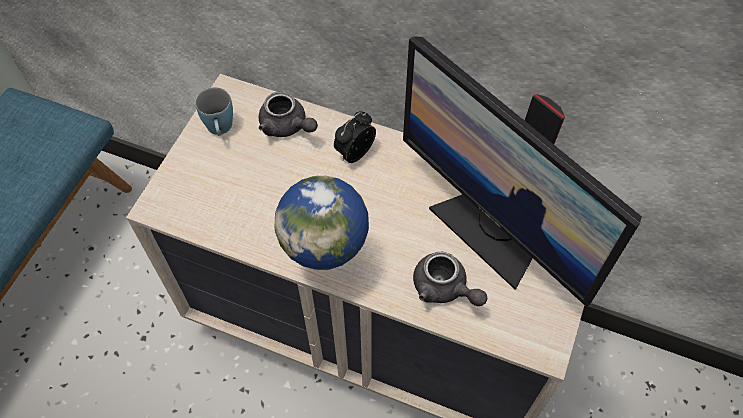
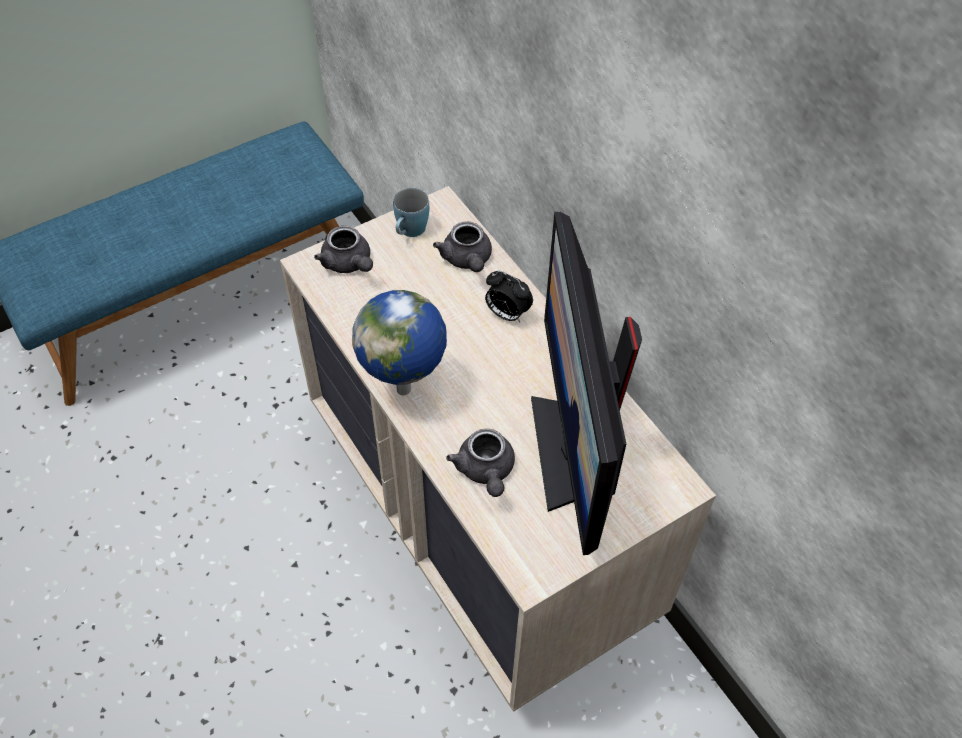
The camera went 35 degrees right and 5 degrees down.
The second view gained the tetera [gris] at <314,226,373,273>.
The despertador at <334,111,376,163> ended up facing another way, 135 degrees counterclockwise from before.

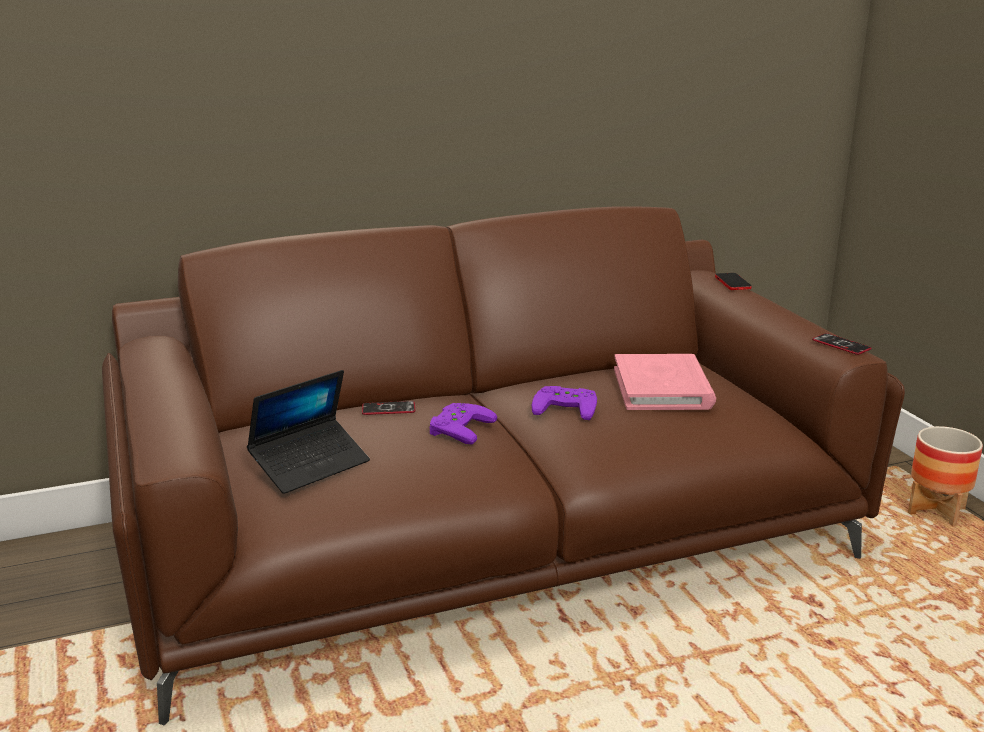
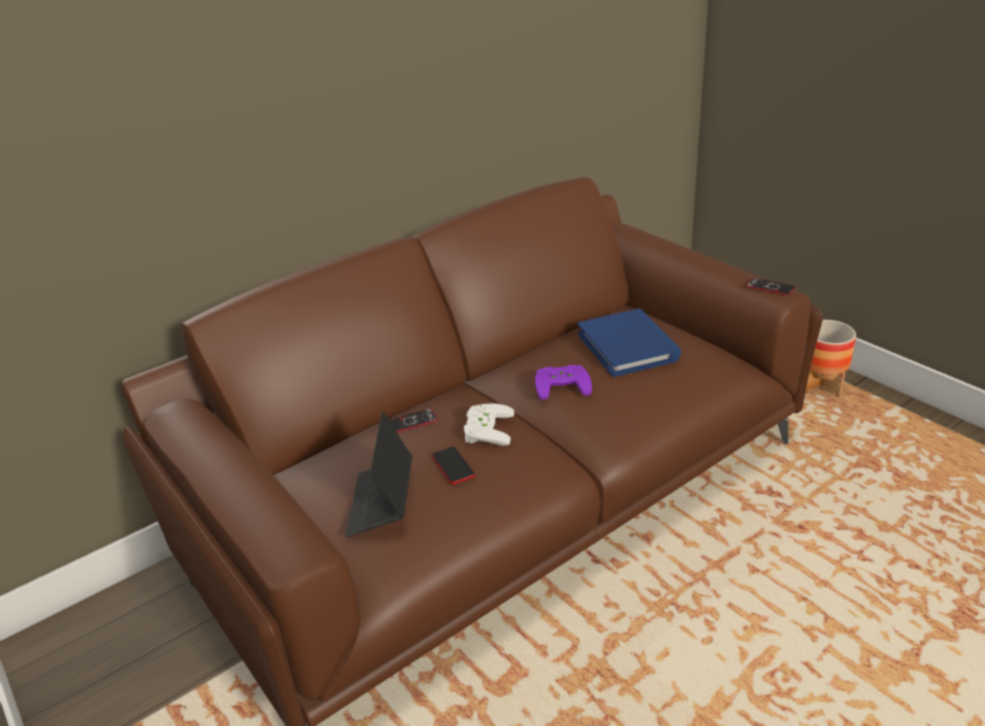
The camera went 15 degrees left and 10 degrees up.
The portátil at <247,370,370,494> ended up facing another way, 150 degrees clockwise from before.
The móvil ended up elsewhere, having gone from <715,273,751,290> to <432,447,475,485>.
What was the mando de consola [morado] at <430,403,497,444> turned into the mando de consola [blanco] at <464,403,514,446>.
What was the libro [rosa] at <614,354,716,410> turned into the libro [azul] at <578,309,681,377>.

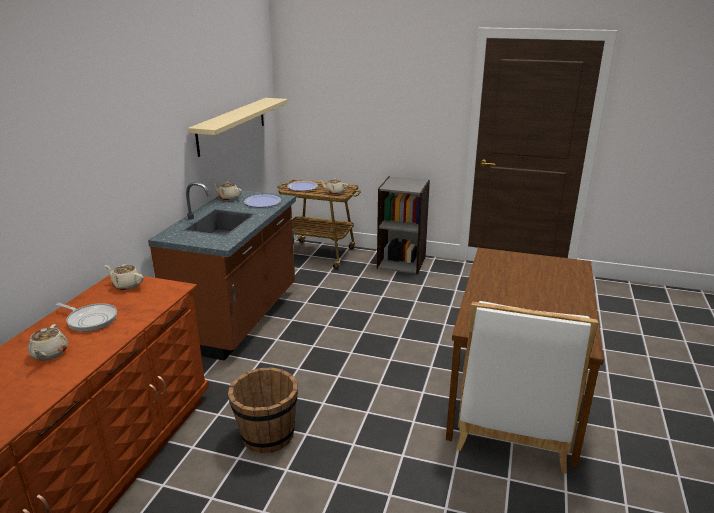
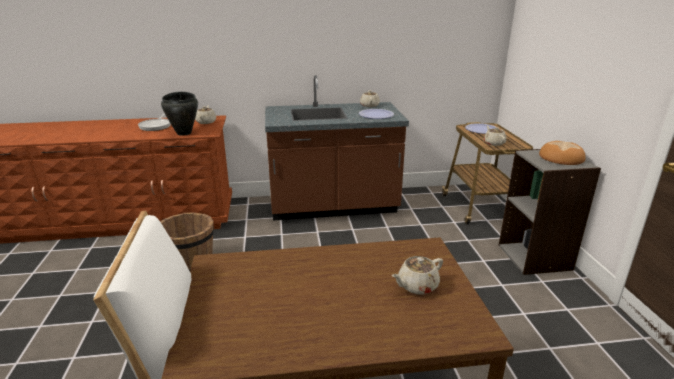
The camera went 65 degrees right and 0 degrees up.
The second view gained the olla [negro] at <161,92,198,136>.
The tetera [beis] ended up elsewhere, having gone from <28,324,68,360> to <392,256,443,294>.
The second view gained the pan at <539,141,586,165>.
The second view lost the estante [beis] at <188,98,288,157>.

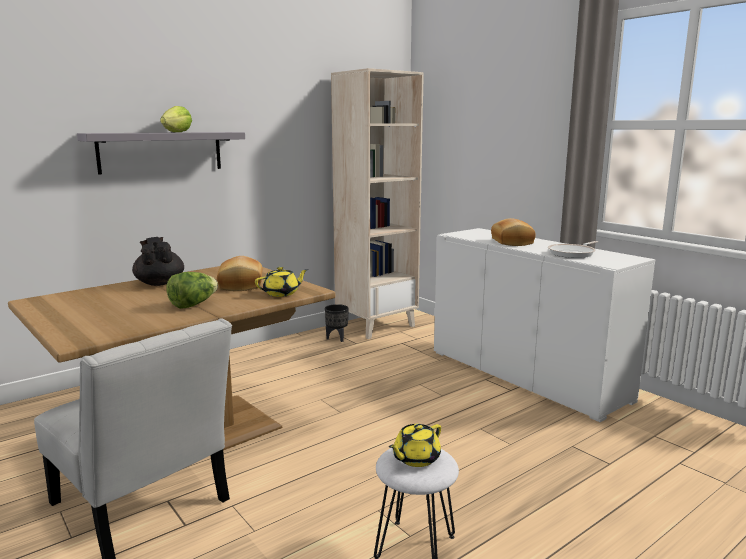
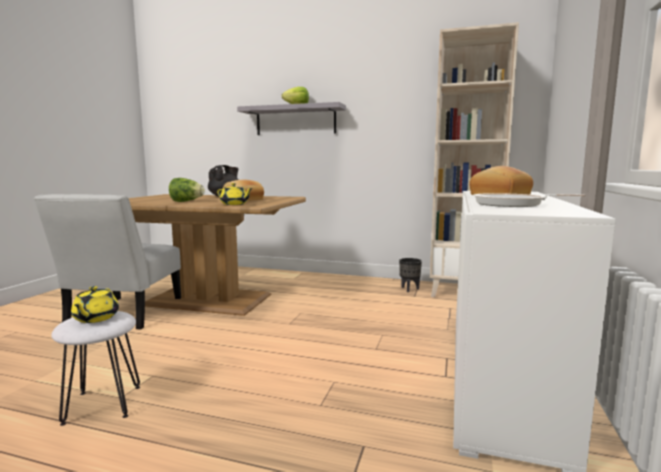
The camera went 55 degrees right and 5 degrees down.
The tetera [amarillo] at <389,424,441,467> ended up facing another way, 105 degrees counterclockwise from before.

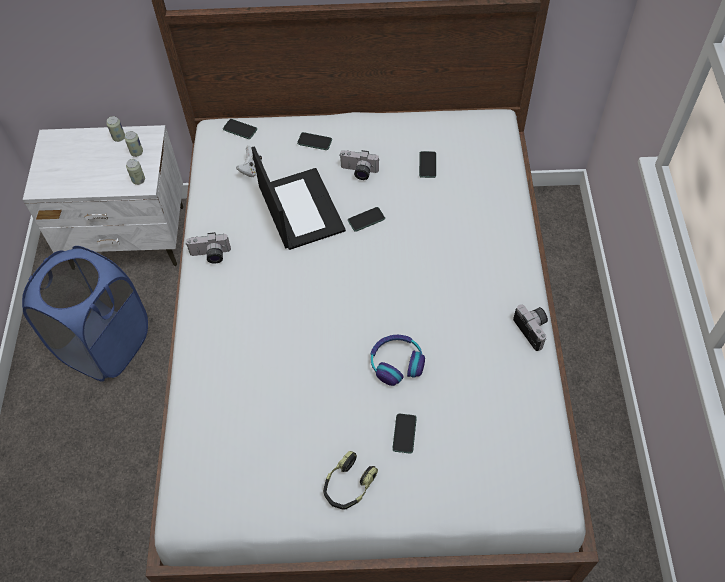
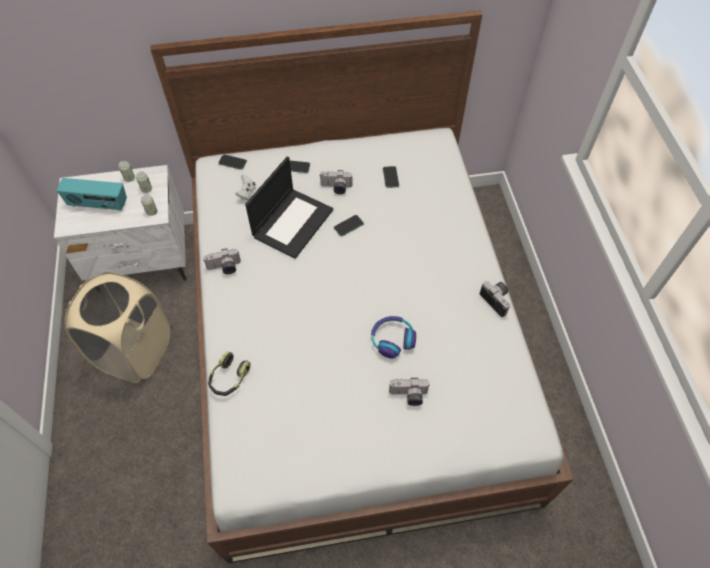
The camera went 10 degrees left and 0 degrees up.
The second view gained the radio at <57,178,127,211>.
What was the cesto de la ropa [azul] at <22,246,148,382> turned into the cesto de la ropa [beis] at <65,272,170,383>.
The auriculares ended up elsewhere, having gone from <323,451,378,510> to <208,351,251,396>.
The portátil at <252,146,346,250> ended up facing another way, 60 degrees clockwise from before.
Where the móvil stood at <392,413,417,454>, the cámara came to stand at <389,378,430,406>.

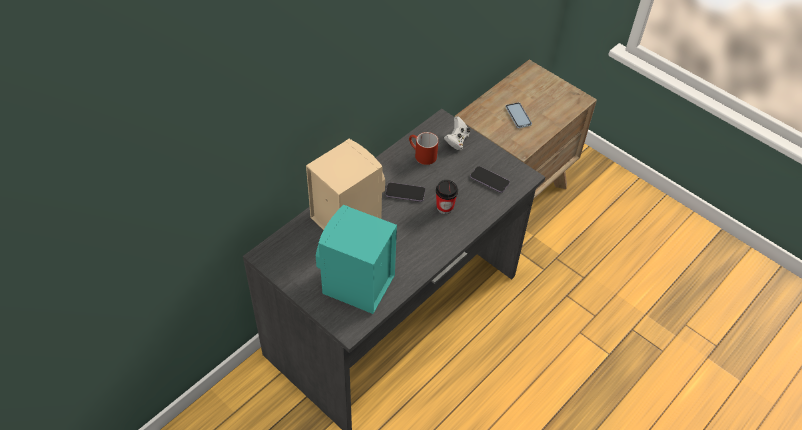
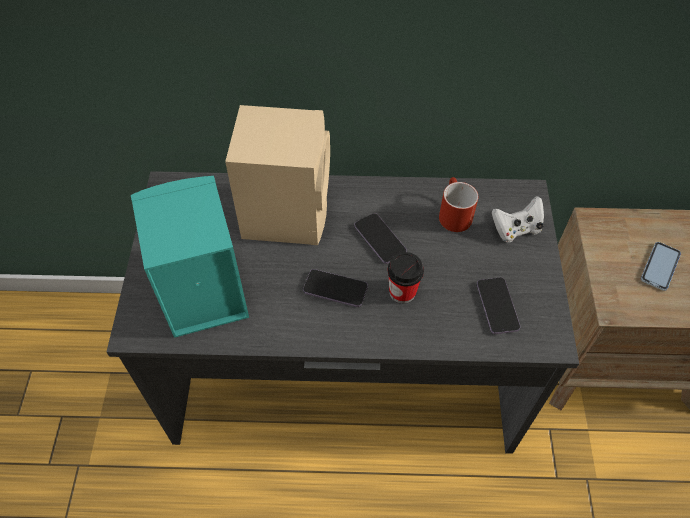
The camera went 50 degrees right and 5 degrees up.
The second view gained the móvil at <303,269,368,307>.

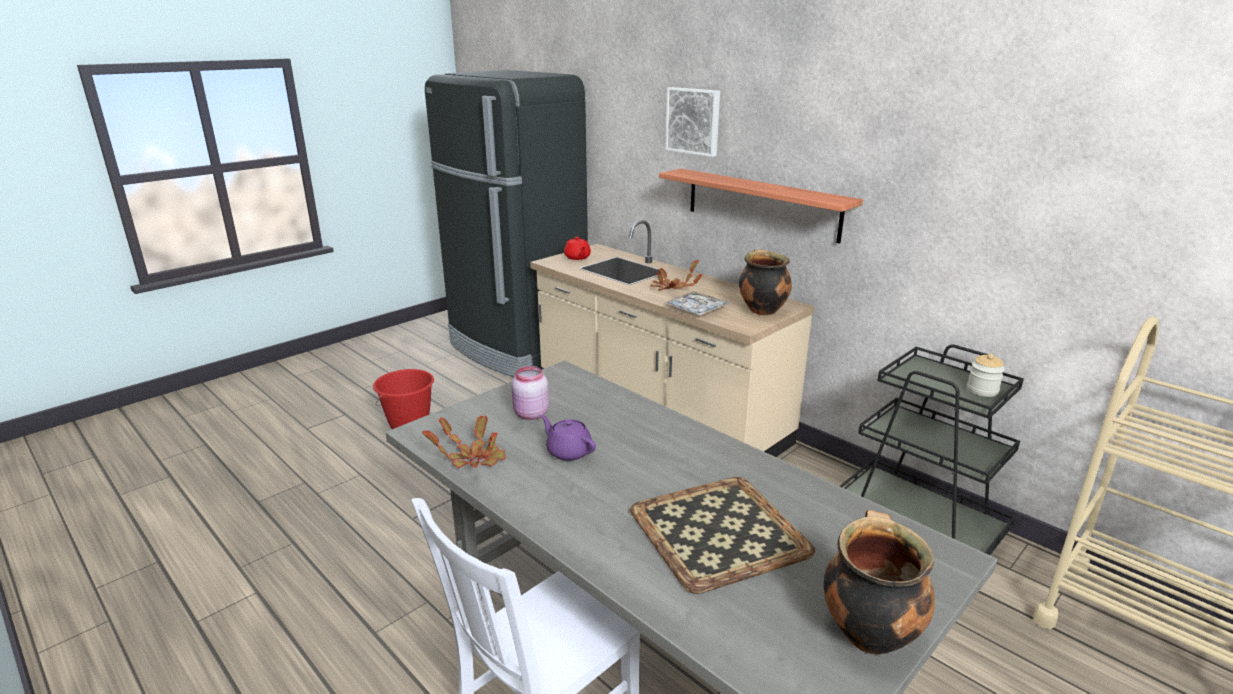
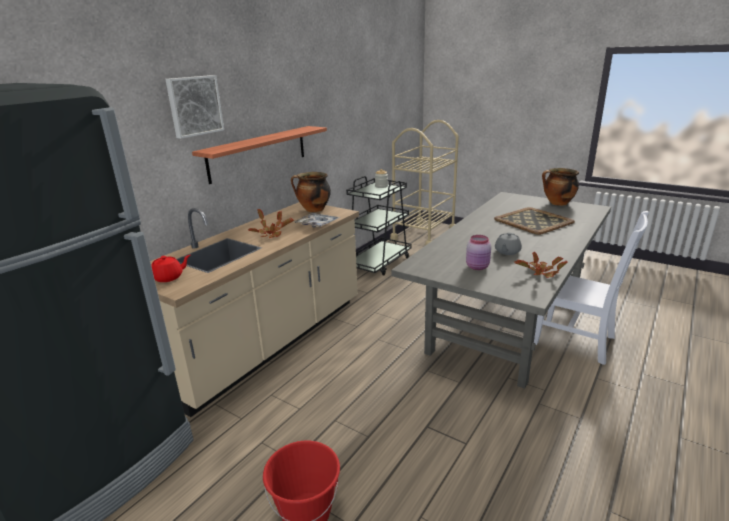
The camera went 100 degrees left and 0 degrees up.
What was the tetera [morado] at <541,415,596,461> turned into the tetera [gris] at <495,232,522,255>.

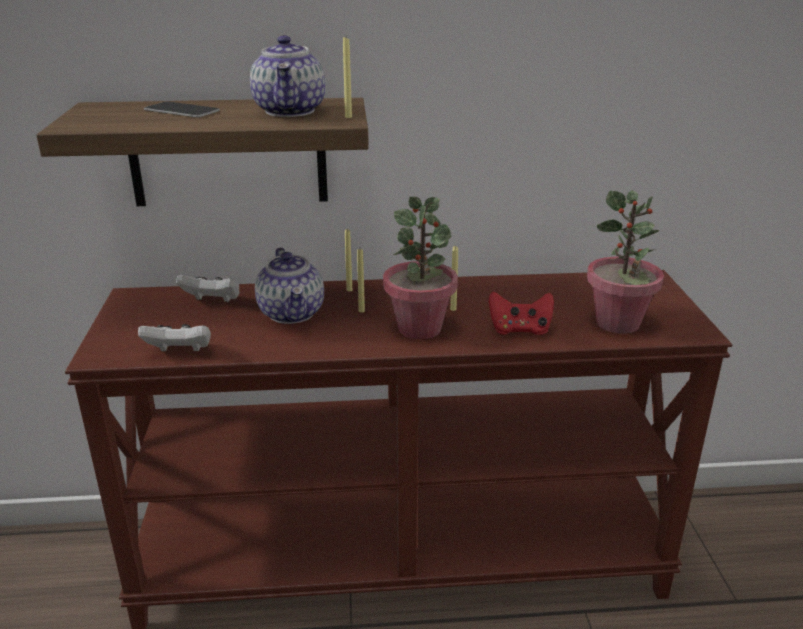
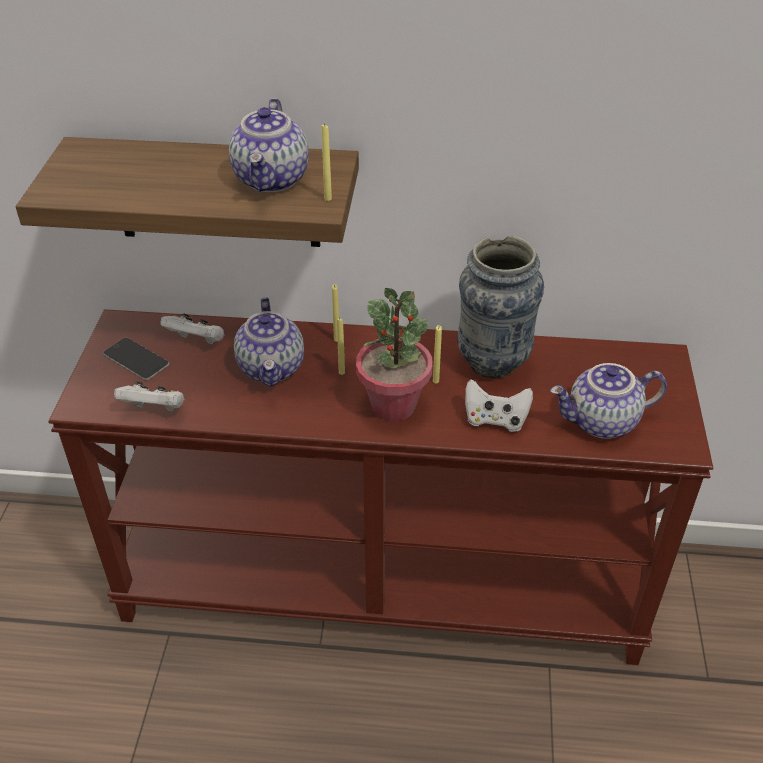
The camera went 10 degrees right and 15 degrees up.
The móvil ended up elsewhere, having gone from <144,101,220,118> to <103,337,169,380>.
The second view gained the florero at <457,236,544,379>.
What was the mando de consola [rojo] at <489,292,554,335> turned into the mando de consola [blanco] at <465,380,533,432>.
Where the planta en maceta stood at <587,190,664,334>, the tetera came to stand at <550,363,667,439>.

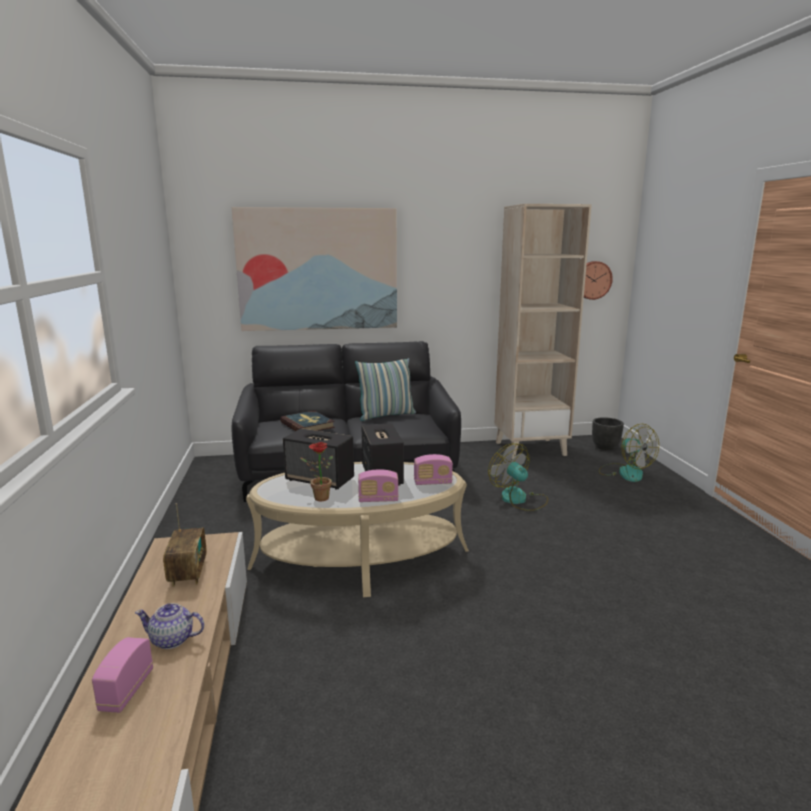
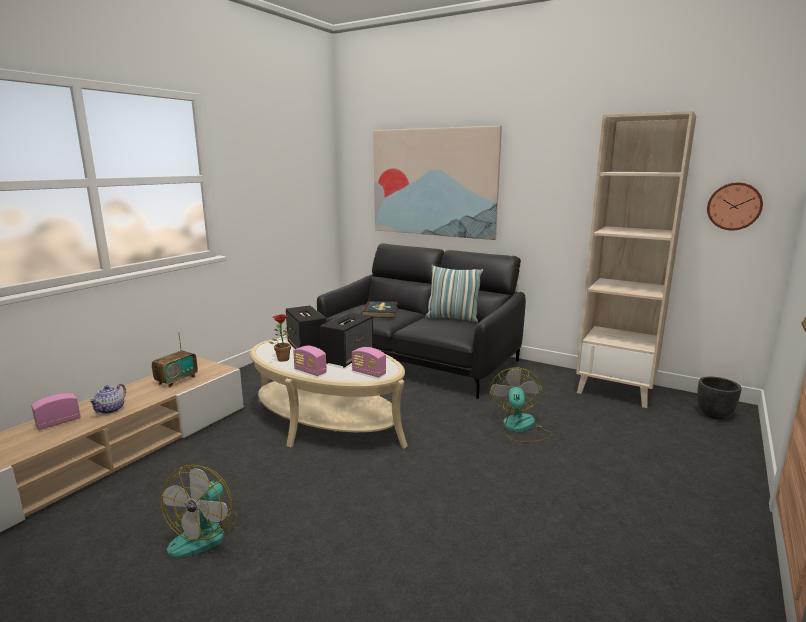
The camera went 40 degrees right and 0 degrees up.
The tetera at <135,603,204,649> ended up facing another way, 120 degrees counterclockwise from before.
The ventilador ended up elsewhere, having gone from <599,424,659,482> to <161,465,238,557>.

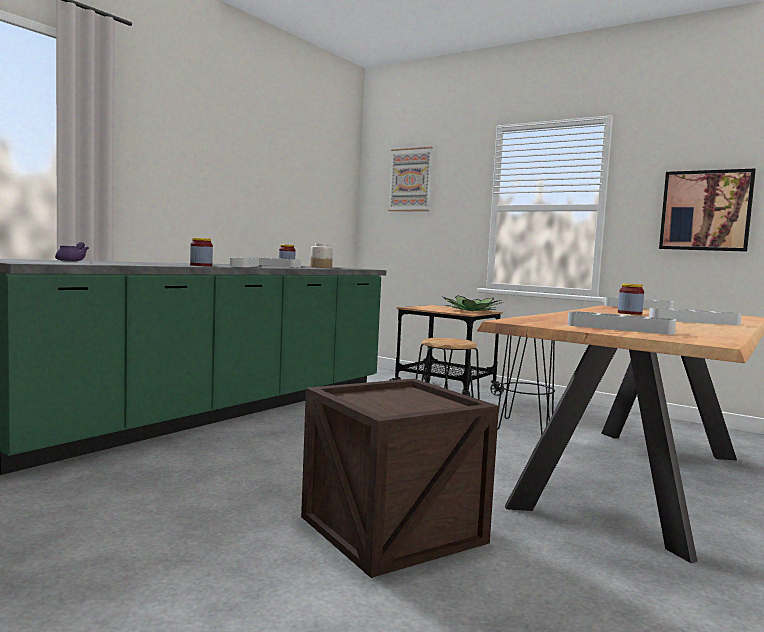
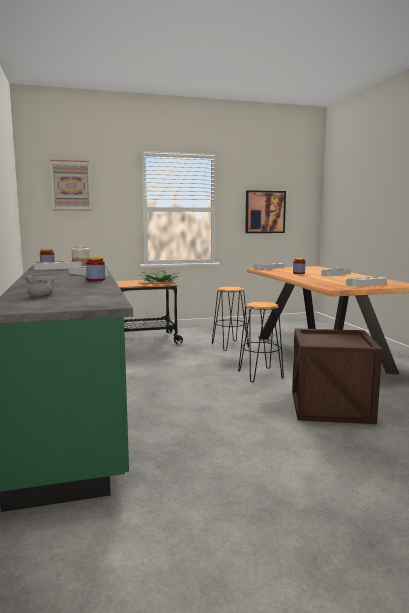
The camera went 50 degrees left and 5 degrees up.
What was the tetera [morado] at <55,242,89,261> turned into the tetera [gris] at <25,275,54,297>.

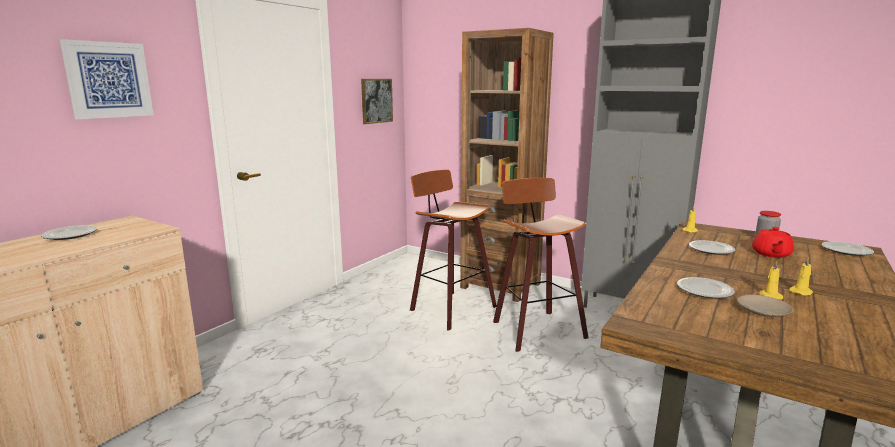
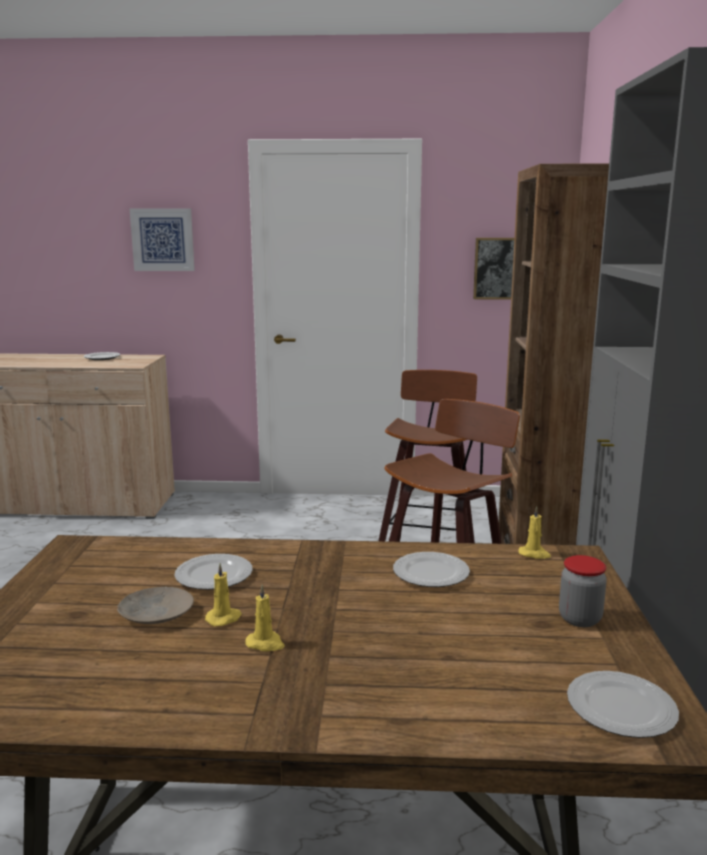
The camera went 60 degrees right and 0 degrees up.
The second view lost the tetera [rojo] at <752,227,794,258>.

